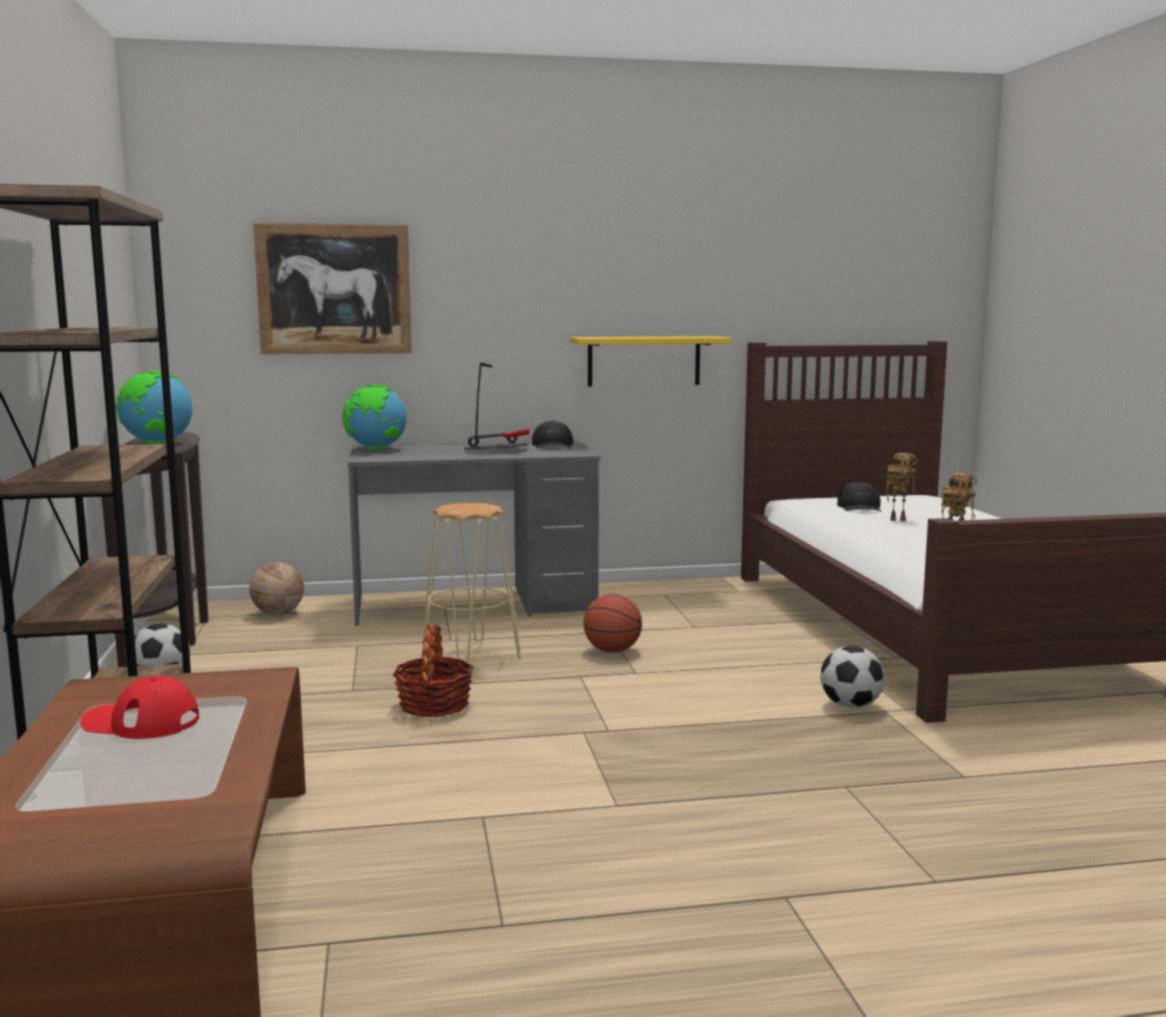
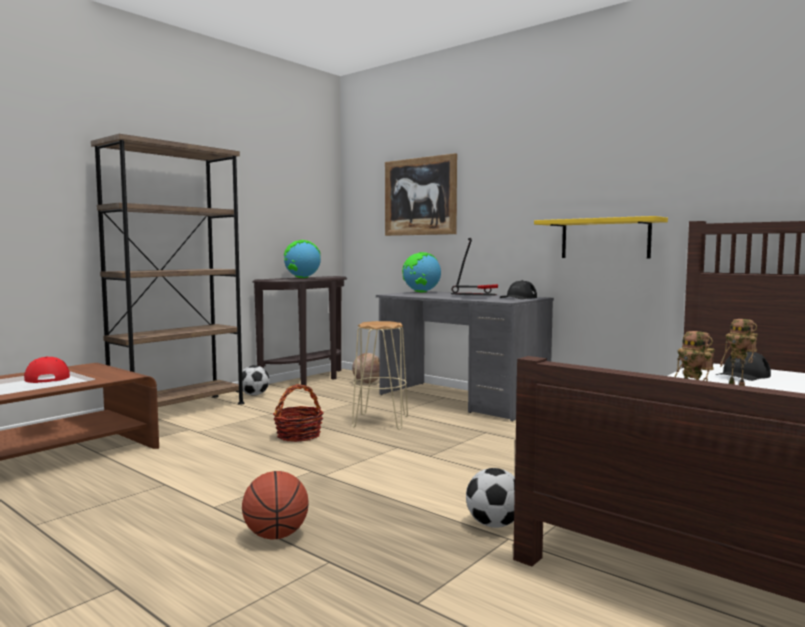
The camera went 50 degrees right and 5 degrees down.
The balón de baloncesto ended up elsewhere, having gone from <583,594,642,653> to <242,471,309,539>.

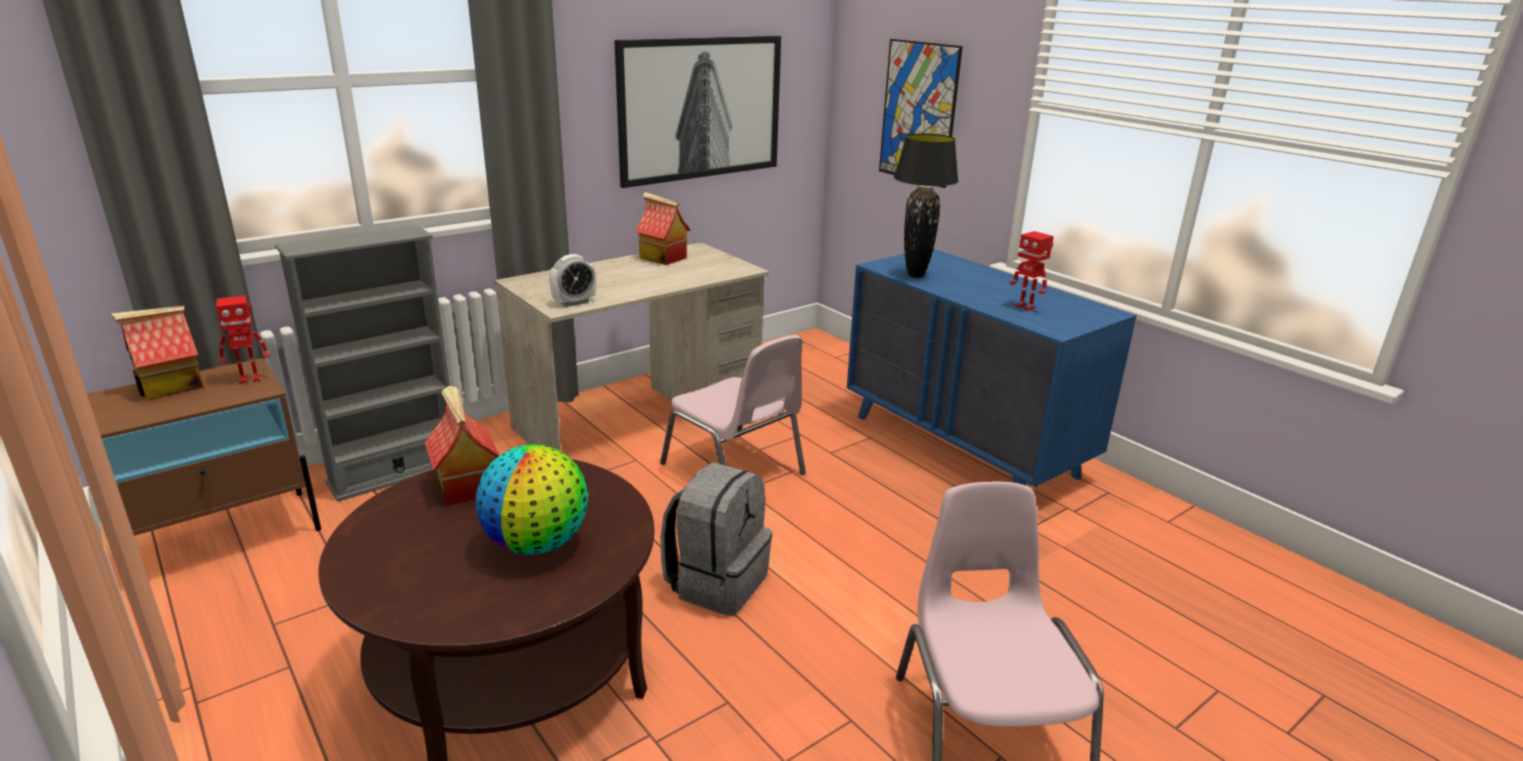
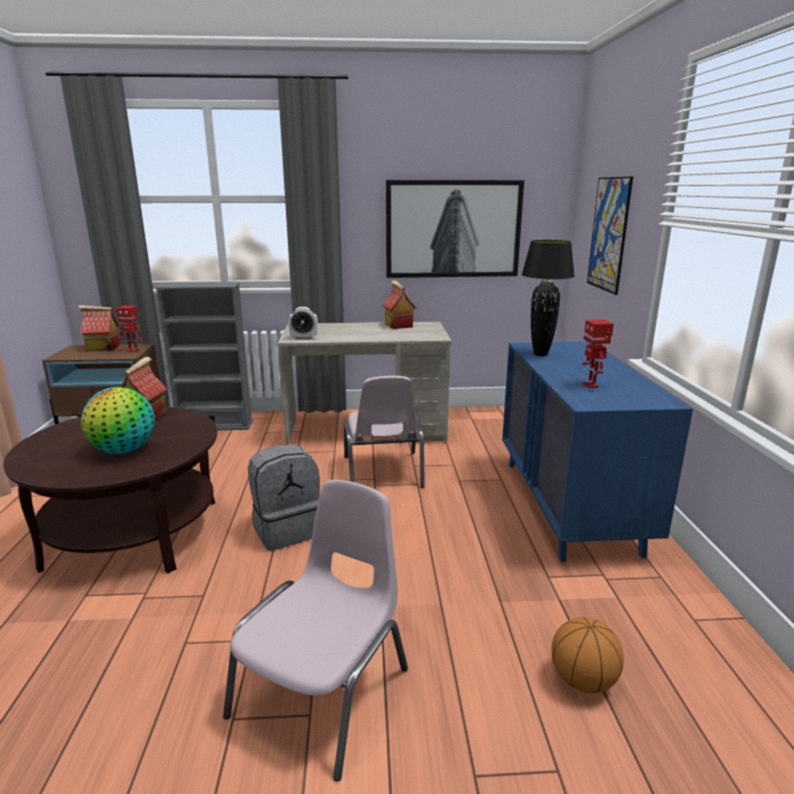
The camera went 35 degrees right and 5 degrees down.
The second view gained the balón de baloncesto at <551,617,624,693>.

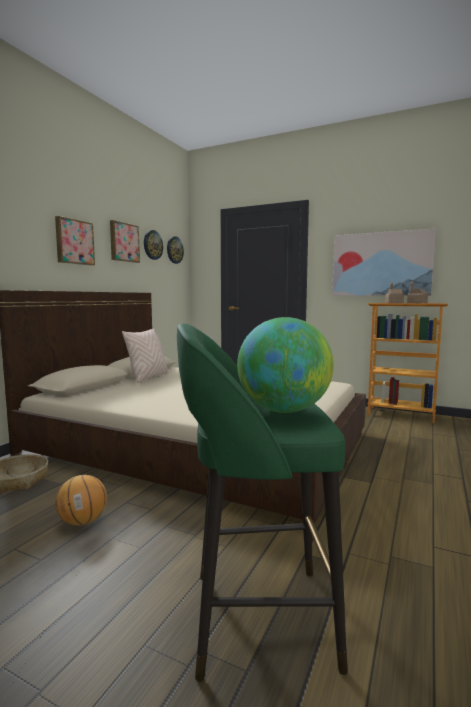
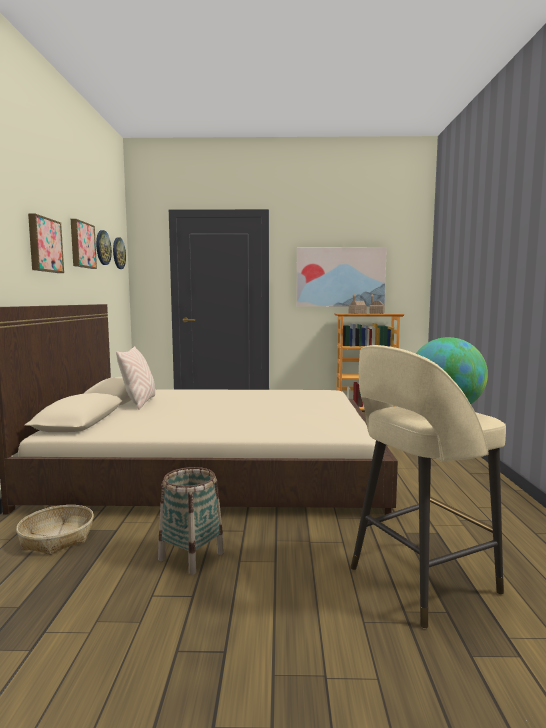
The camera went 25 degrees left and 0 degrees up.
Where the balón de baloncesto stood at <56,475,107,526>, the cesta came to stand at <158,467,224,575>.
What was the taburete [verde] at <177,323,348,682> turned into the taburete [beis] at <350,345,506,629>.

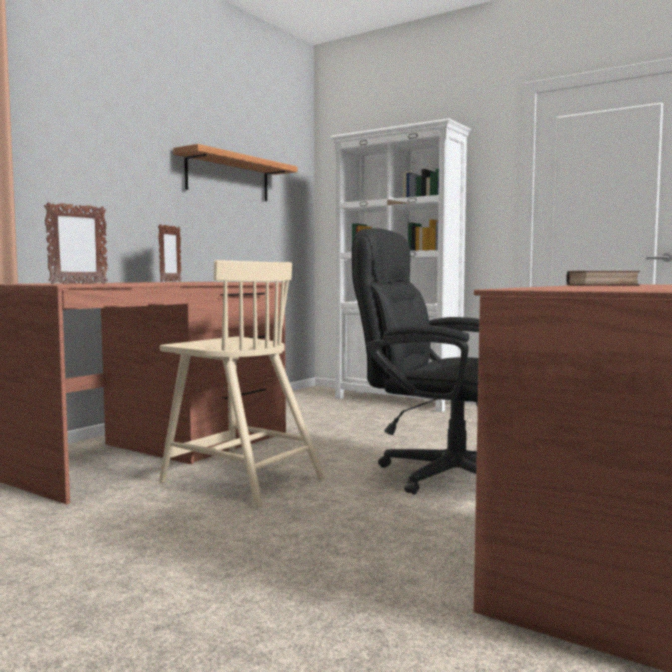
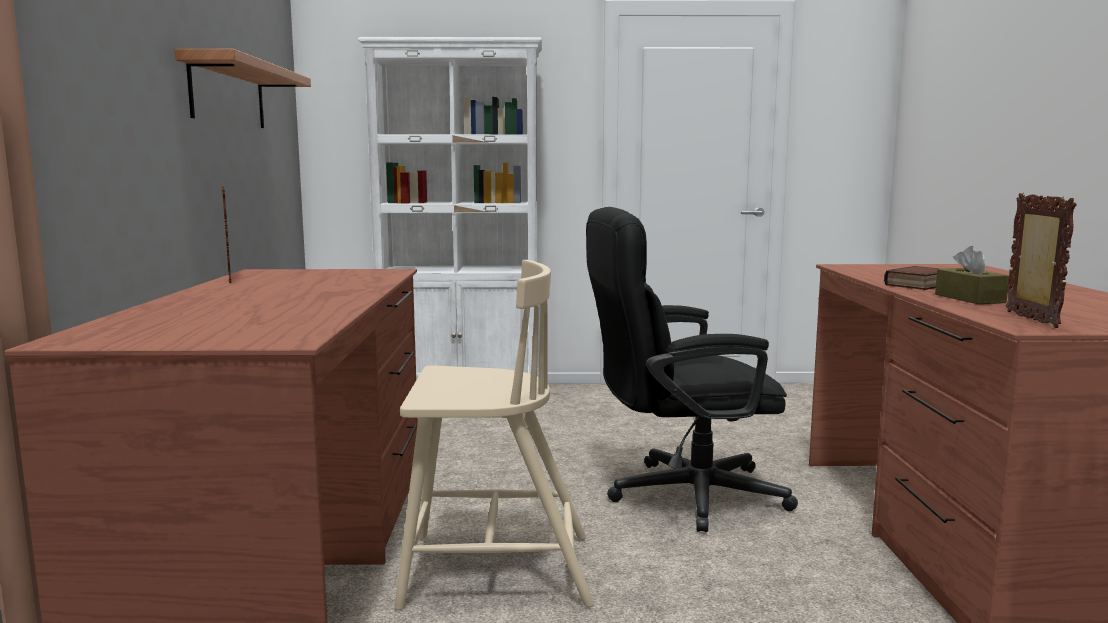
The camera went 35 degrees left and 5 degrees up.
The second view gained the caja de pañuelos [marrón] at <935,246,1009,304>.
The portarretratos ended up elsewhere, having gone from <44,202,108,284> to <1006,193,1077,328>.

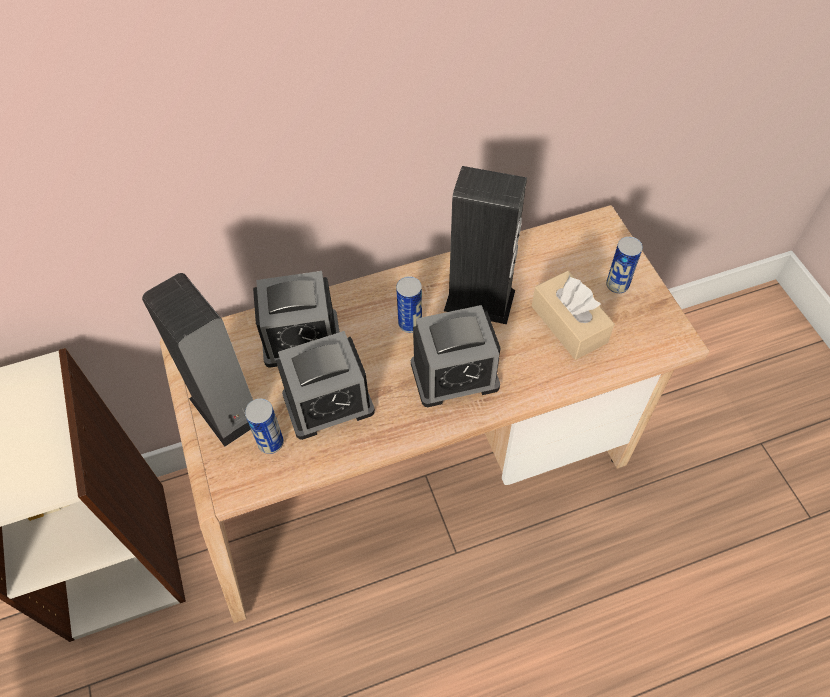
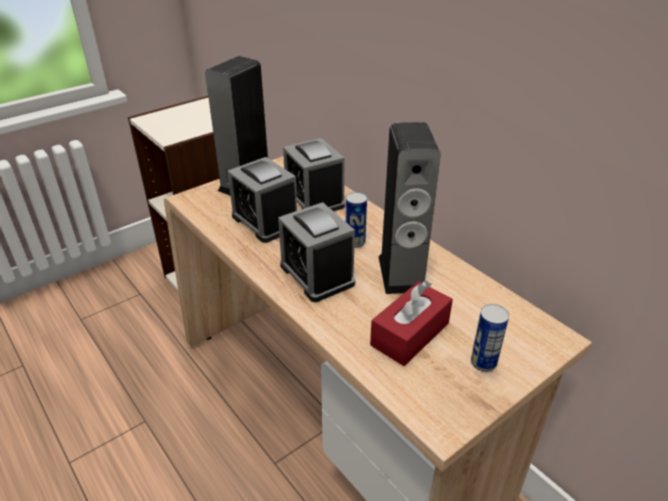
The camera went 70 degrees right and 20 degrees down.
What was the caja de pañuelos [beis] at <532,271,614,360> turned into the caja de pañuelos [rojo] at <370,281,453,366>.
The second view lost the lata at <245,399,284,454>.

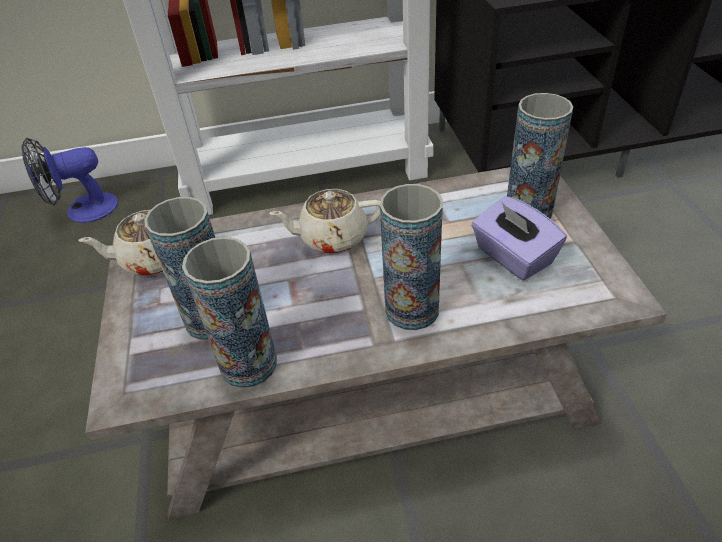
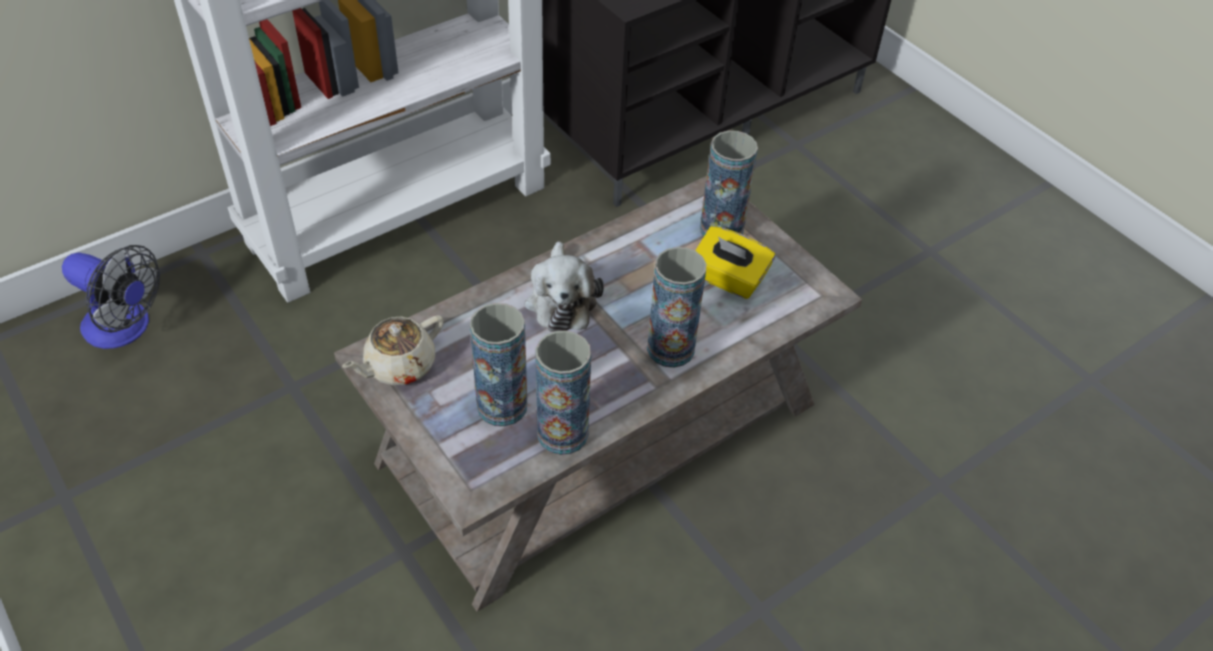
The camera went 30 degrees left and 5 degrees up.
The ventilador at <21,138,118,223> ended up facing another way, 105 degrees counterclockwise from before.
Where the tetera [beis] stood at <269,189,380,253>, the peluche came to stand at <525,241,604,332>.
What was the caja de pañuelos [morado] at <471,196,567,280> turned into the caja de pañuelos [amarillo] at <695,226,775,299>.

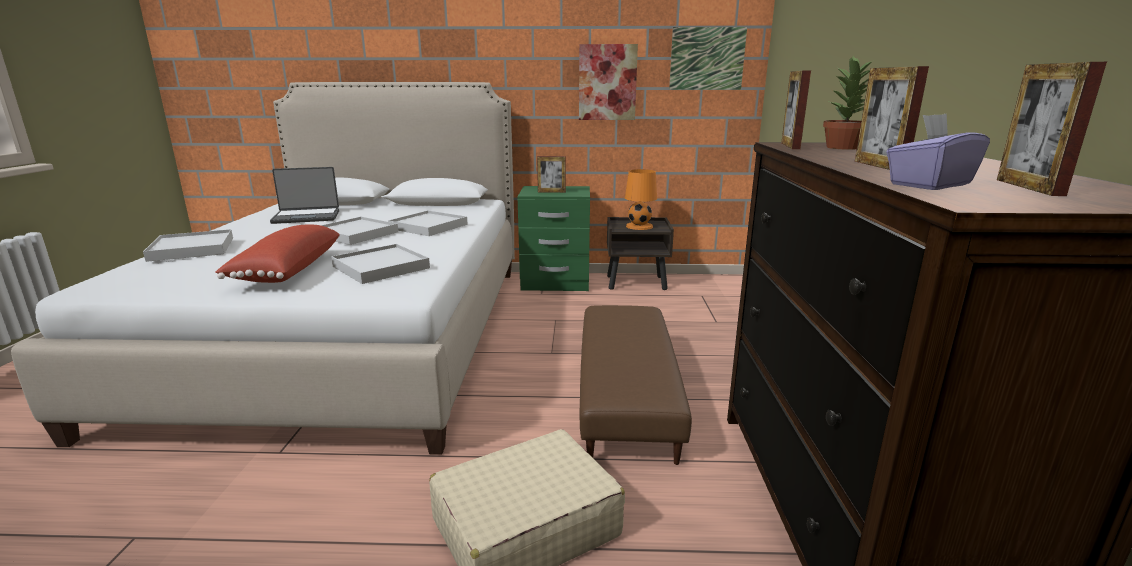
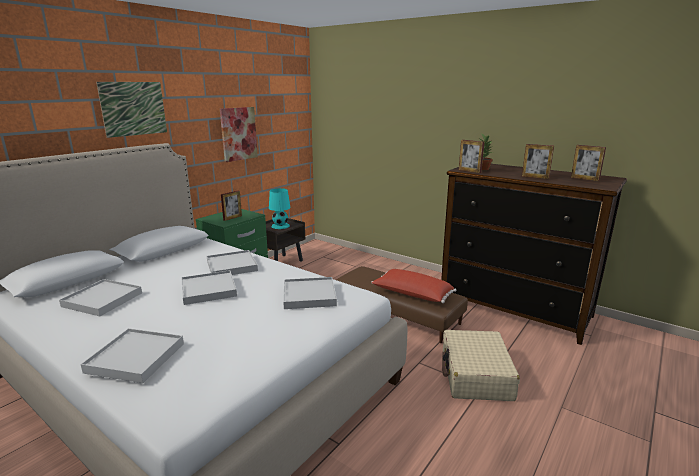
The camera went 55 degrees left and 0 degrees up.
Where the portátil stood at <270,167,339,224>, the bandeja [blanco] came to stand at <59,279,142,316>.
The cuadro ended up elsewhere, having gone from <669,27,747,90> to <96,82,167,138>.
What was the lámpara de mesa [naranja] at <625,169,657,230> turned into the lámpara de mesa [turquesa] at <269,188,291,229>.
The cojín [rojo] ended up elsewhere, having gone from <215,224,340,283> to <371,269,457,303>.
The second view lost the caja de pañuelos [morado] at <886,114,990,190>.

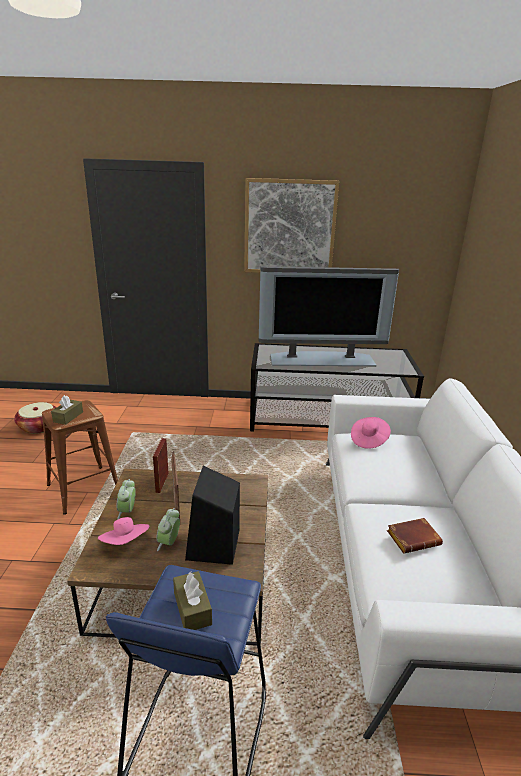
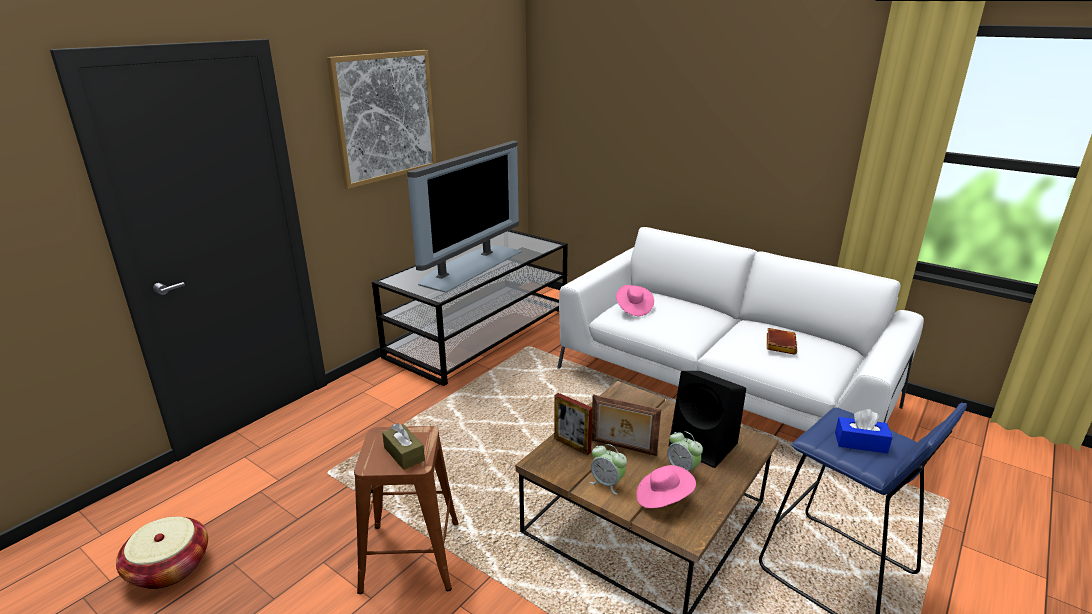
The camera went 55 degrees left and 0 degrees up.
What was the caja de pañuelos [marrón] at <173,571,212,630> turned into the caja de pañuelos [azul] at <835,409,893,453>.

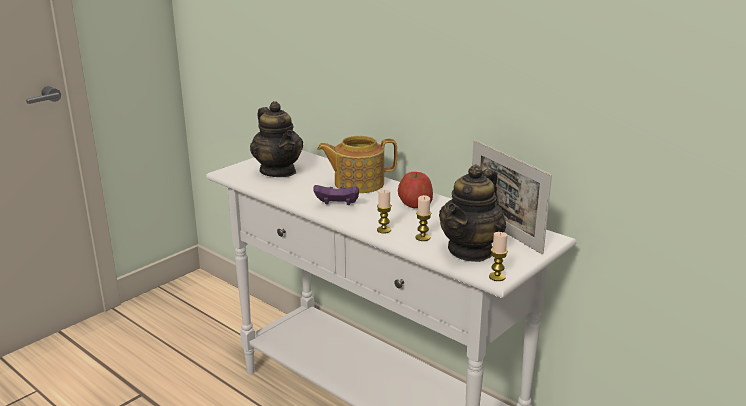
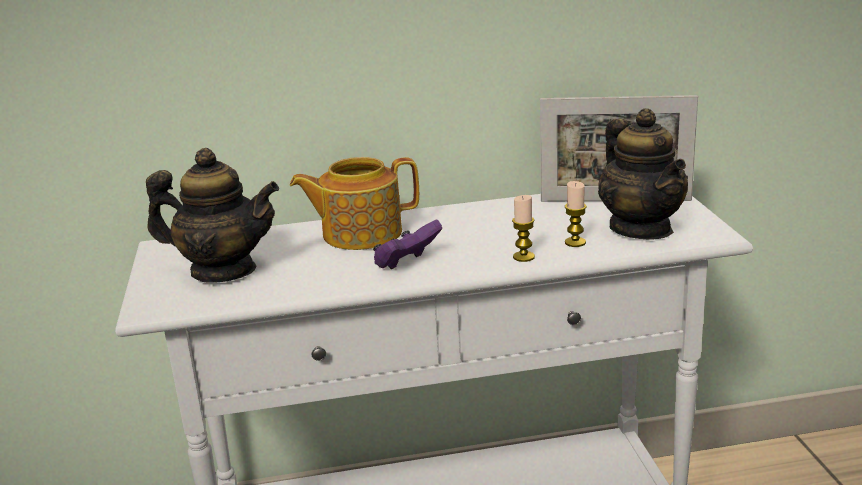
The camera went 50 degrees left and 0 degrees up.
The tetera at <317,136,397,193> ended up facing another way, 45 degrees clockwise from before.
The second view lost the manzana at <398,172,433,208>.
The second view lost the vela at <489,232,508,281>.

